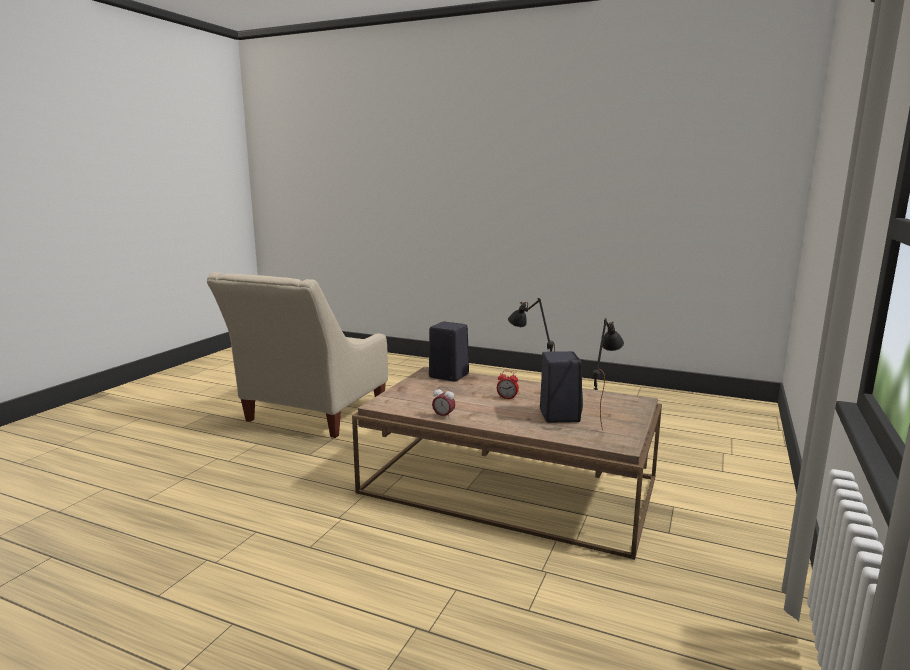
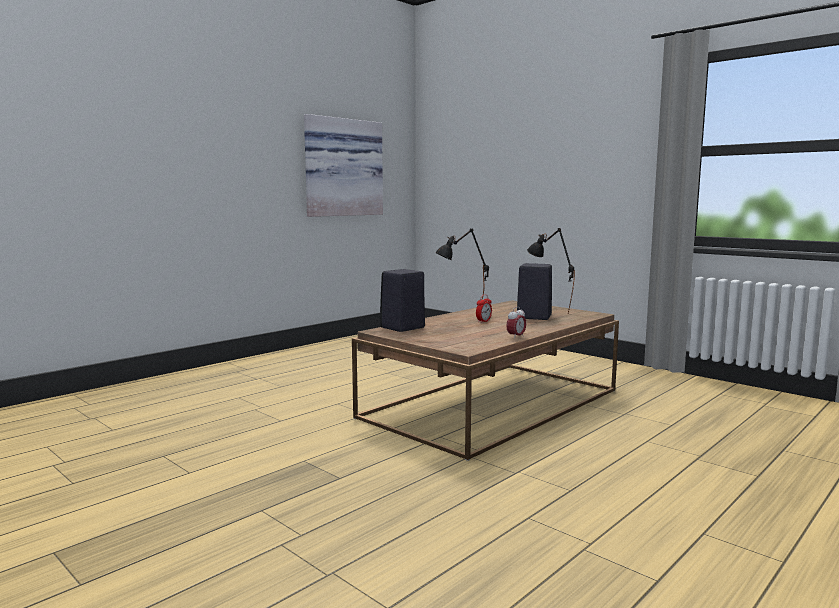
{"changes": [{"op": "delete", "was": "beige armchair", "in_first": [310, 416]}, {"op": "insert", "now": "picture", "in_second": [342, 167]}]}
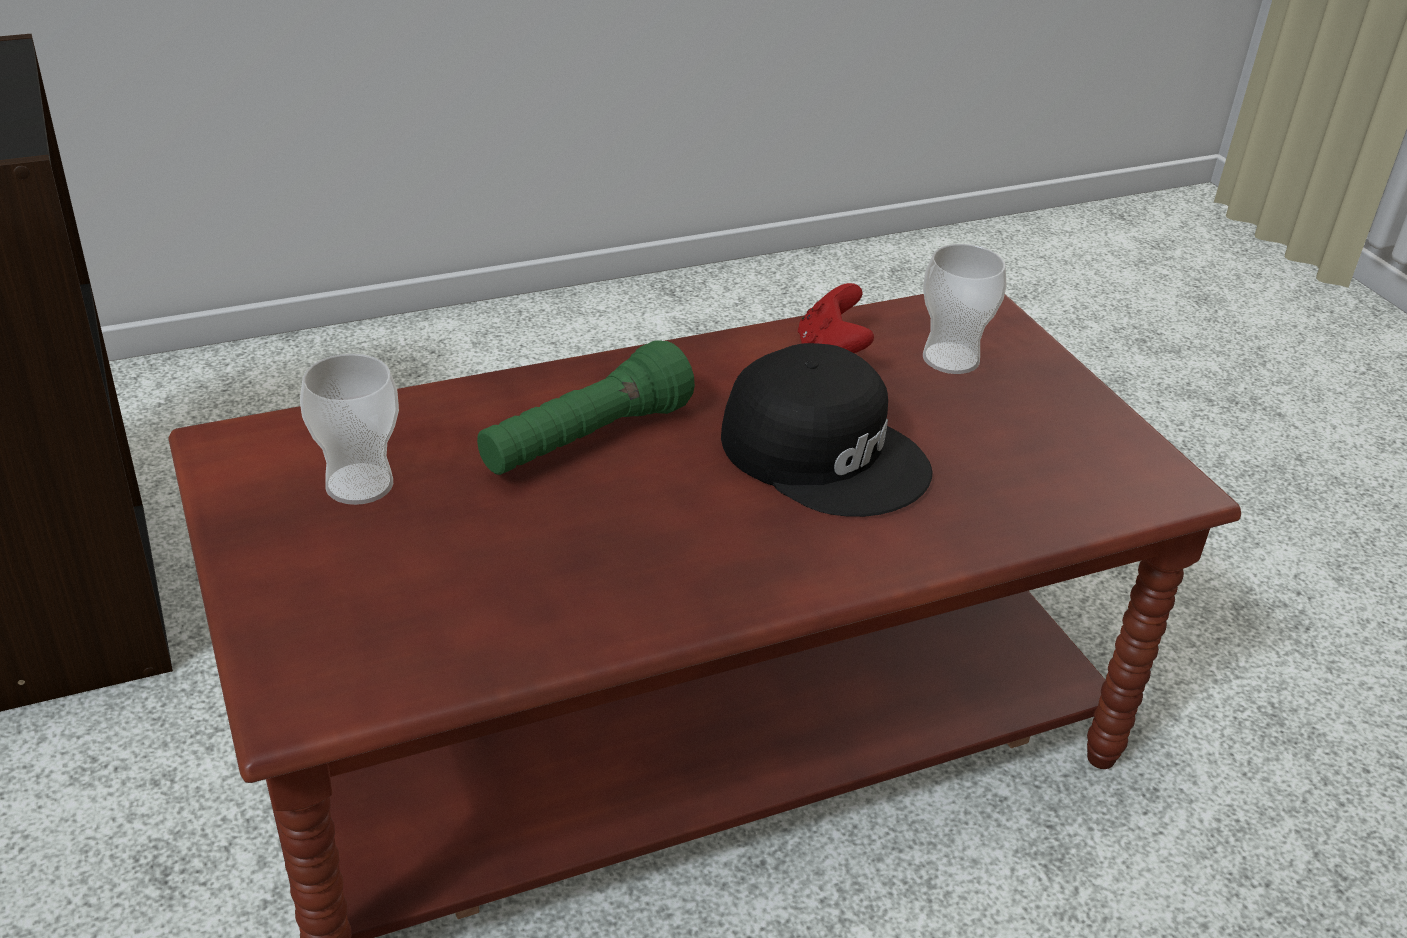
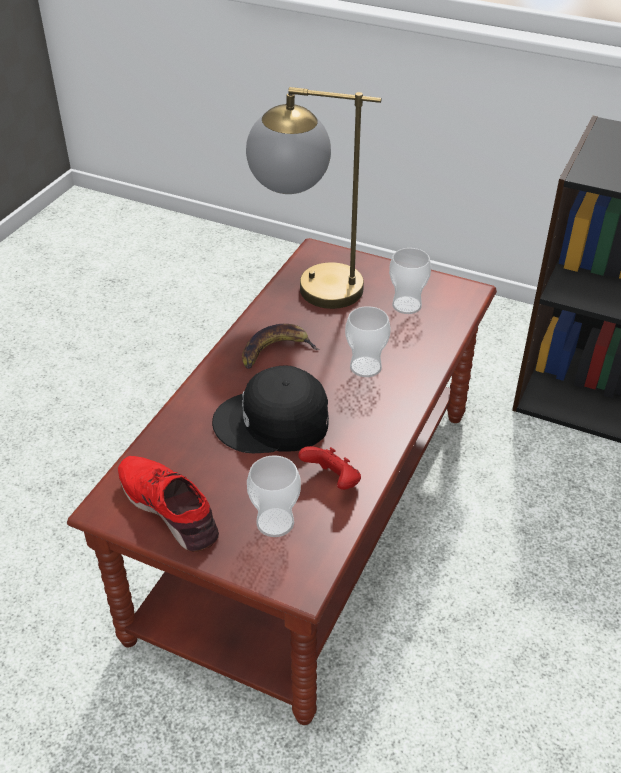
{"changes": [{"op": "replace", "was": "green flashlight", "now": "cup", "in_first": [585, 440], "in_second": [365, 367]}, {"op": "insert", "now": "red shoe", "in_second": [170, 508]}, {"op": "insert", "now": "banana", "in_second": [276, 351]}, {"op": "insert", "now": "table lamp", "in_second": [307, 286]}]}
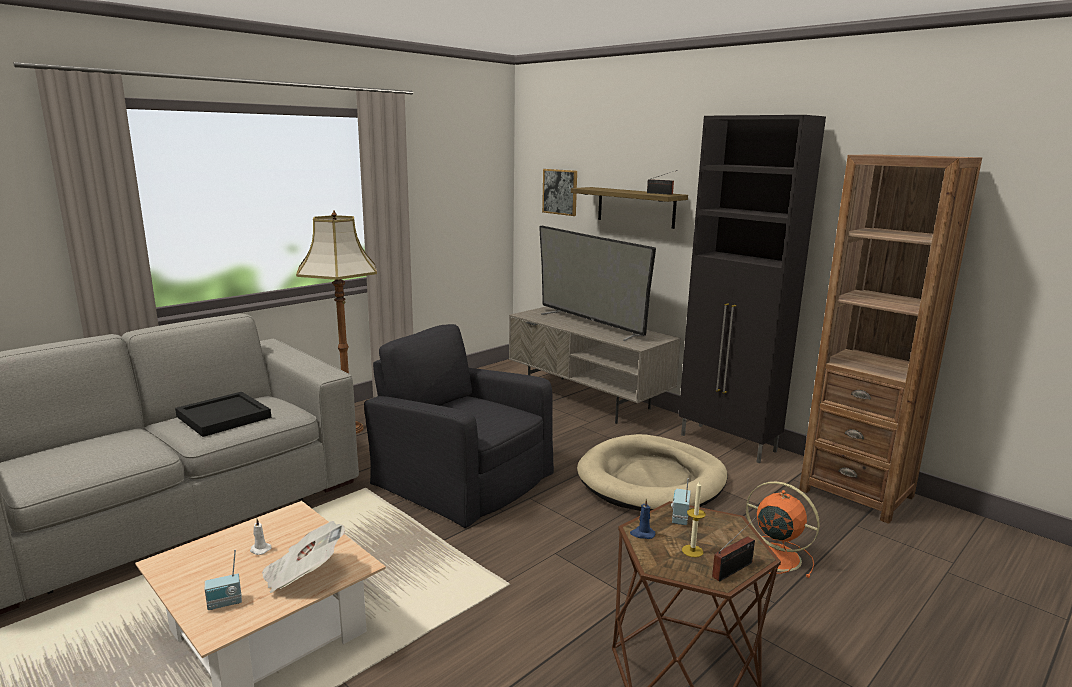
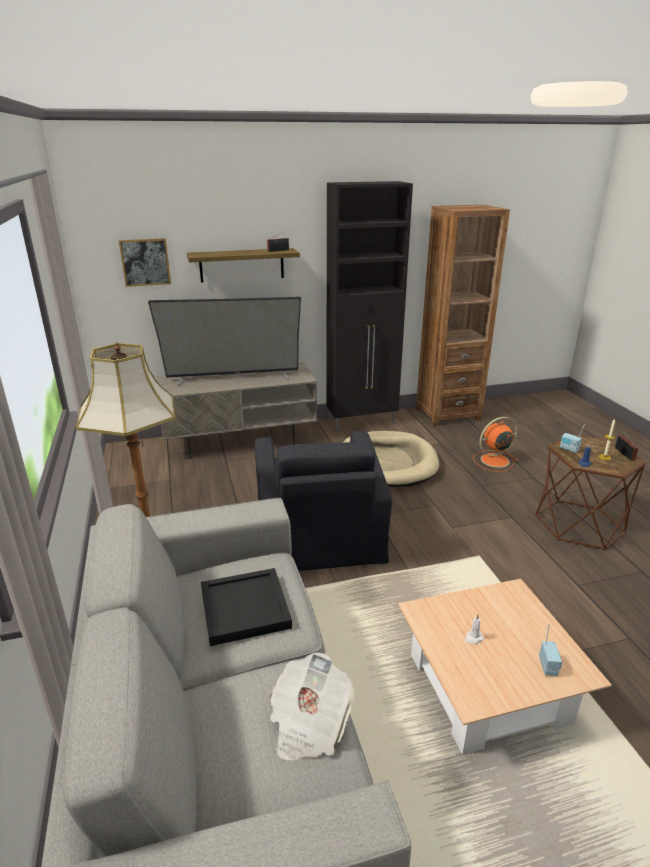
{"changes": [{"op": "move", "was": "newspaper", "in_first": [303, 574], "in_second": [309, 723]}, {"op": "rotate", "was": "black armchair", "in_first": [461, 477], "in_second": [319, 535], "clockwise": -75}]}
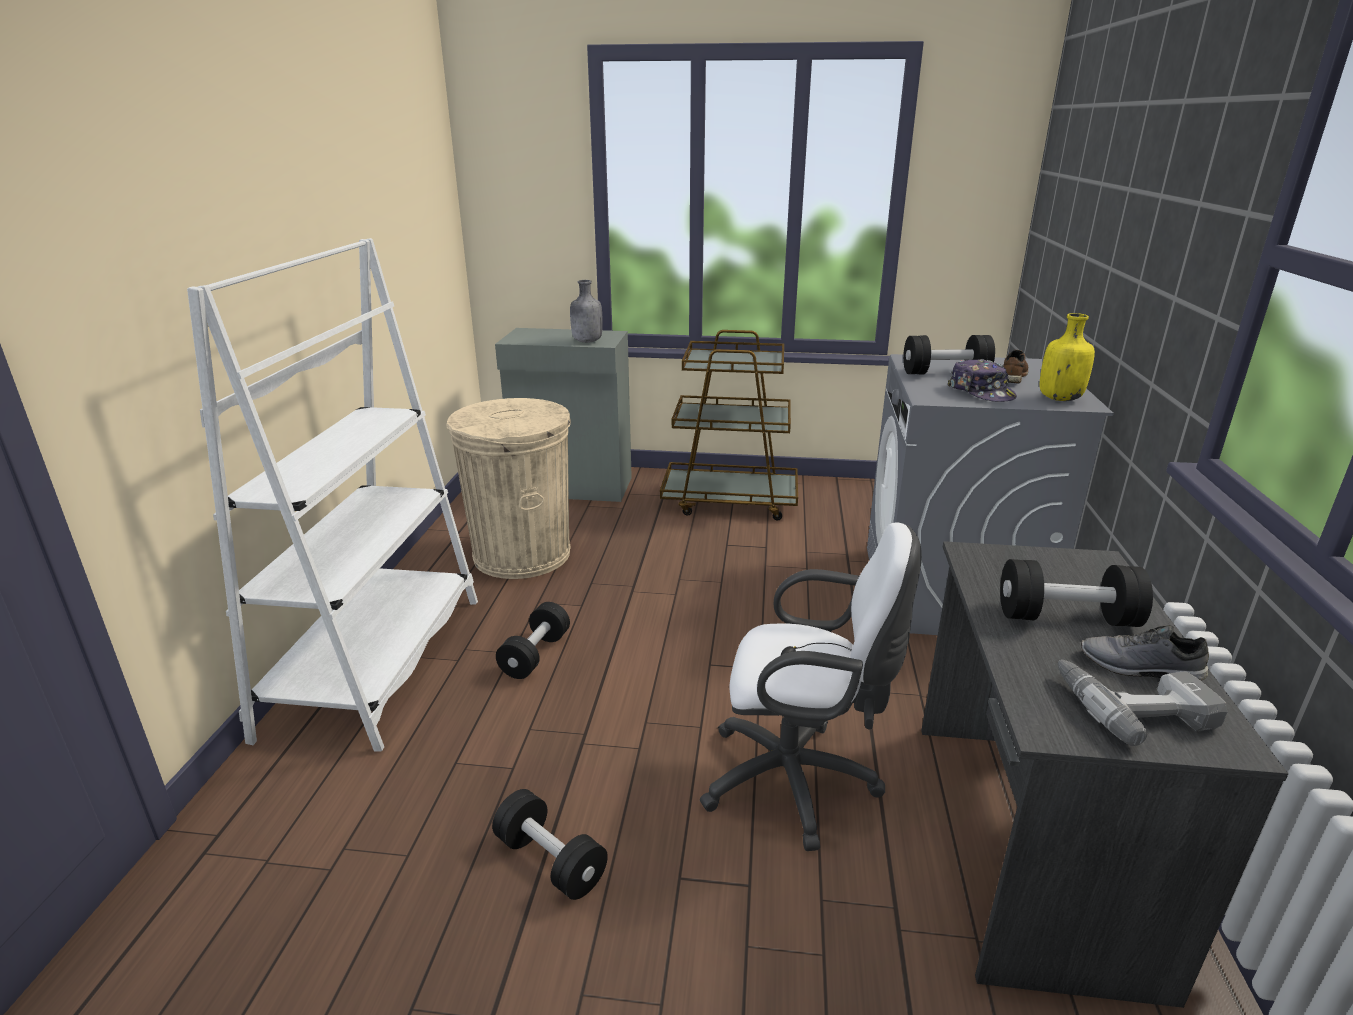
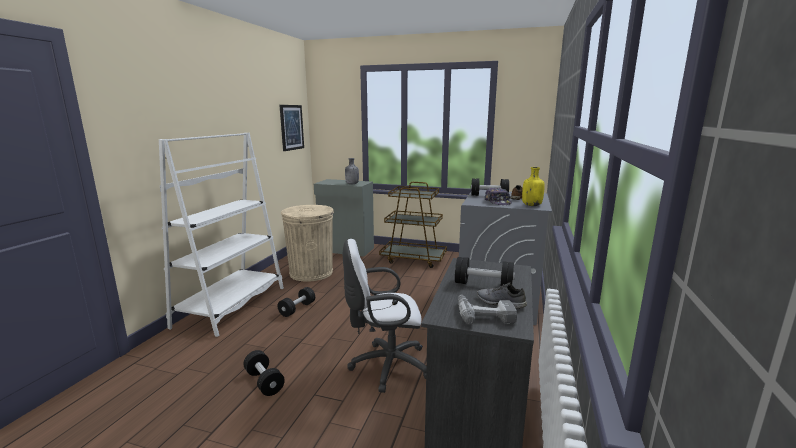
{"changes": [{"op": "rotate", "was": "white office chair", "in_first": [799, 782], "in_second": [385, 366], "clockwise": 150}, {"op": "insert", "now": "picture", "in_second": [291, 127]}]}
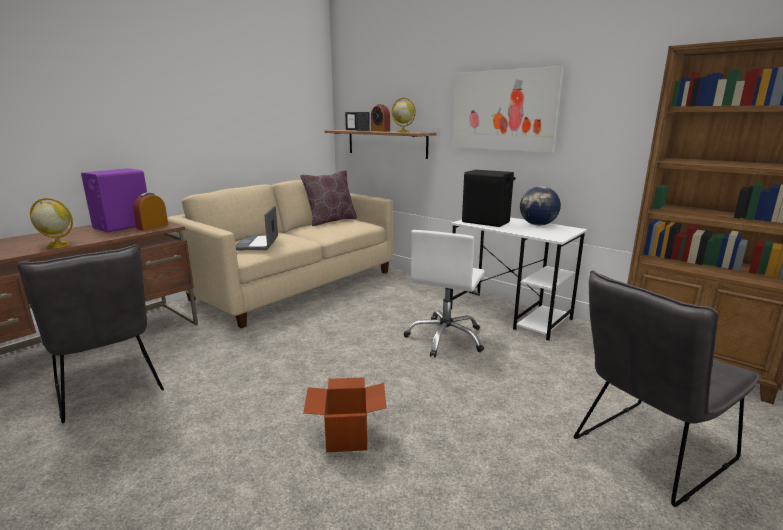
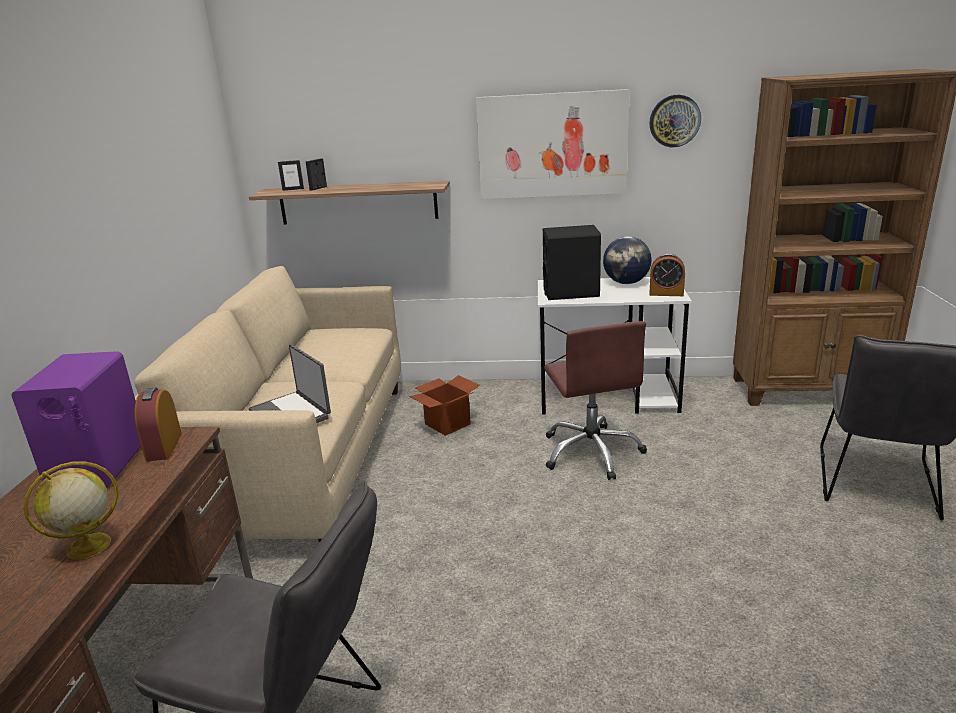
{"changes": [{"op": "delete", "was": "brown pillow", "in_first": [331, 221]}, {"op": "move", "was": "cardboard box", "in_first": [347, 437], "in_second": [447, 424]}, {"op": "move", "was": "alarm clock", "in_first": [380, 131], "in_second": [666, 293]}, {"op": "delete", "was": "globe", "in_first": [403, 132]}, {"op": "recolor", "was": "white office chair", "now": "brown office chair", "in_first": [446, 338], "in_second": [592, 452]}, {"op": "insert", "now": "wall clock", "in_second": [674, 121]}]}
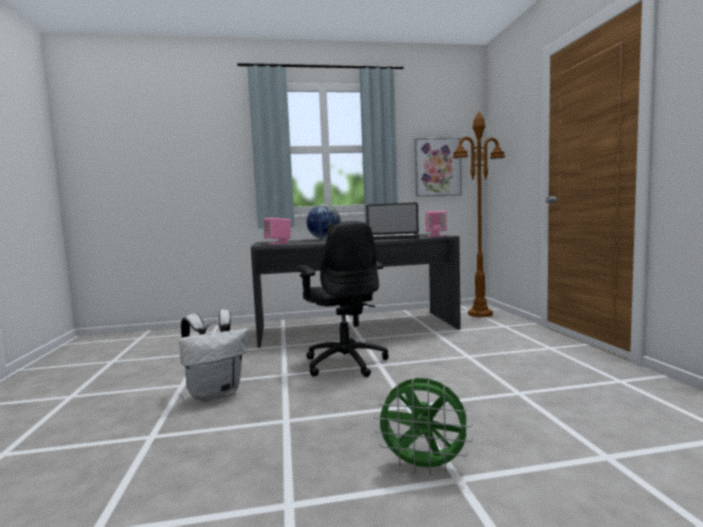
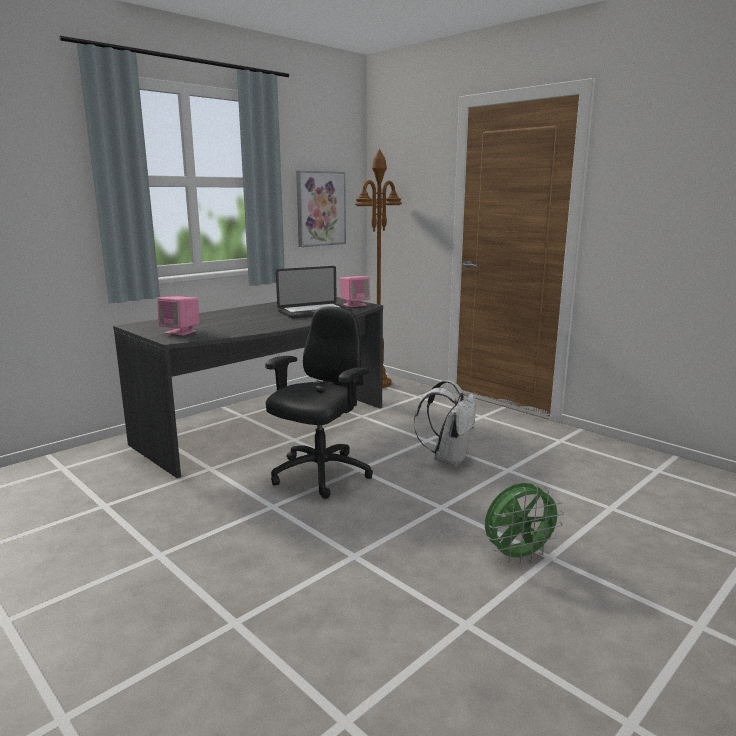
{"changes": [{"op": "move", "was": "white backpack", "in_first": [216, 394], "in_second": [448, 458]}, {"op": "rotate", "was": "black office chair", "in_first": [345, 363], "in_second": [320, 475], "clockwise": -90}, {"op": "delete", "was": "globe", "in_first": [324, 239]}]}
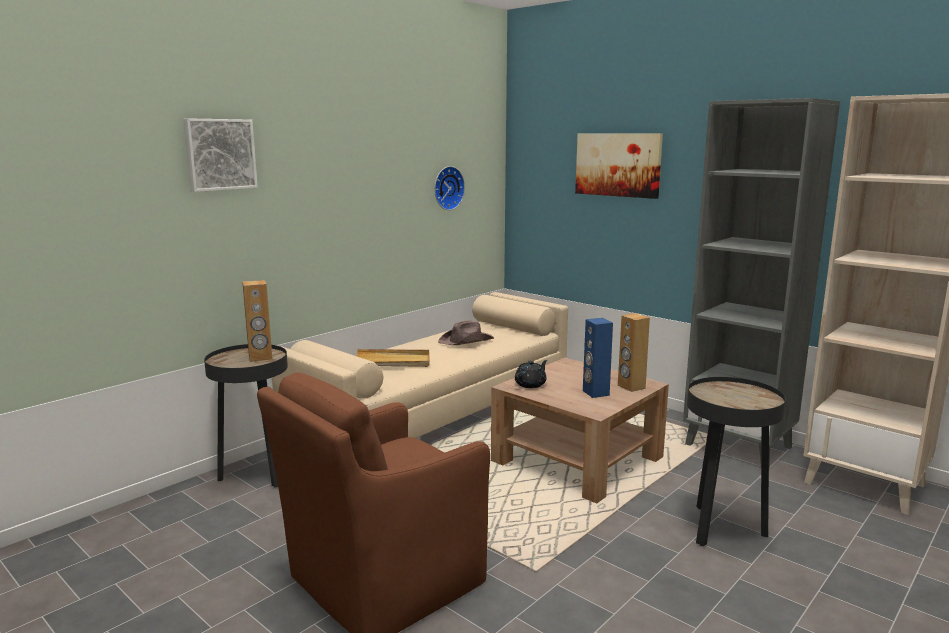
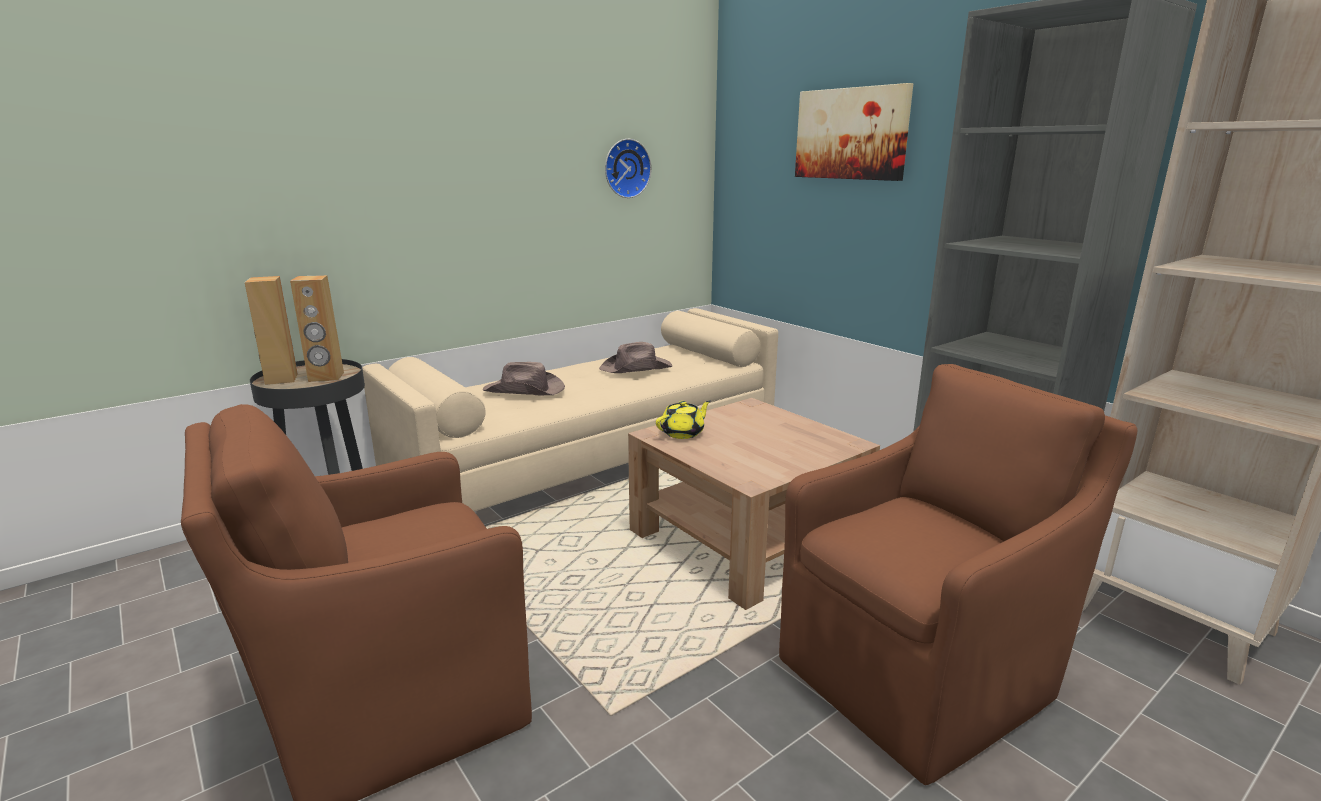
{"changes": [{"op": "delete", "was": "picture", "in_first": [219, 154]}, {"op": "replace", "was": "beige tray", "now": "brown hat", "in_first": [392, 361], "in_second": [525, 390]}, {"op": "recolor", "was": "black teapot", "now": "yellow teapot", "in_first": [531, 384], "in_second": [683, 433]}, {"op": "delete", "was": "blue speaker", "in_first": [595, 393]}, {"op": "move", "was": "brown speaker", "in_first": [631, 387], "in_second": [281, 379]}, {"op": "replace", "was": "black side table", "now": "brown armchair", "in_first": [722, 529], "in_second": [920, 675]}]}
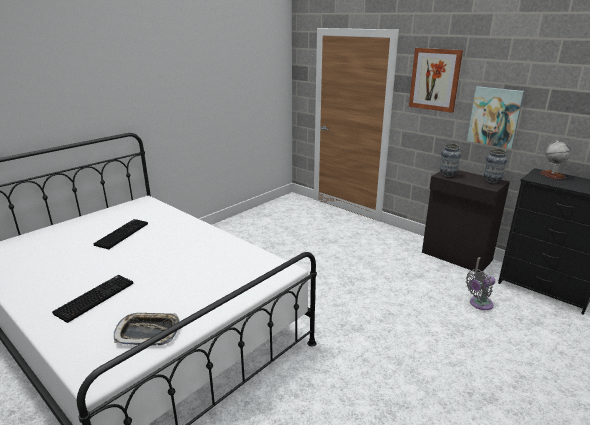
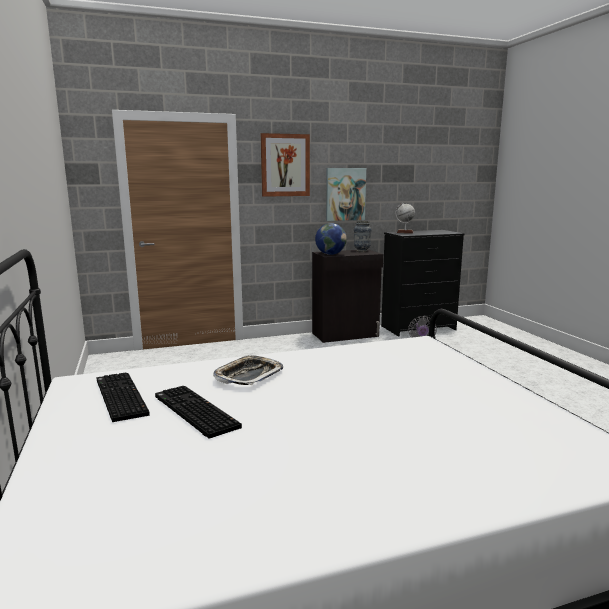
{"changes": [{"op": "move", "was": "keyboard", "in_first": [95, 297], "in_second": [119, 397]}, {"op": "move", "was": "tray", "in_first": [148, 332], "in_second": [248, 375]}, {"op": "replace", "was": "vase", "now": "globe", "in_first": [447, 175], "in_second": [330, 254]}]}
